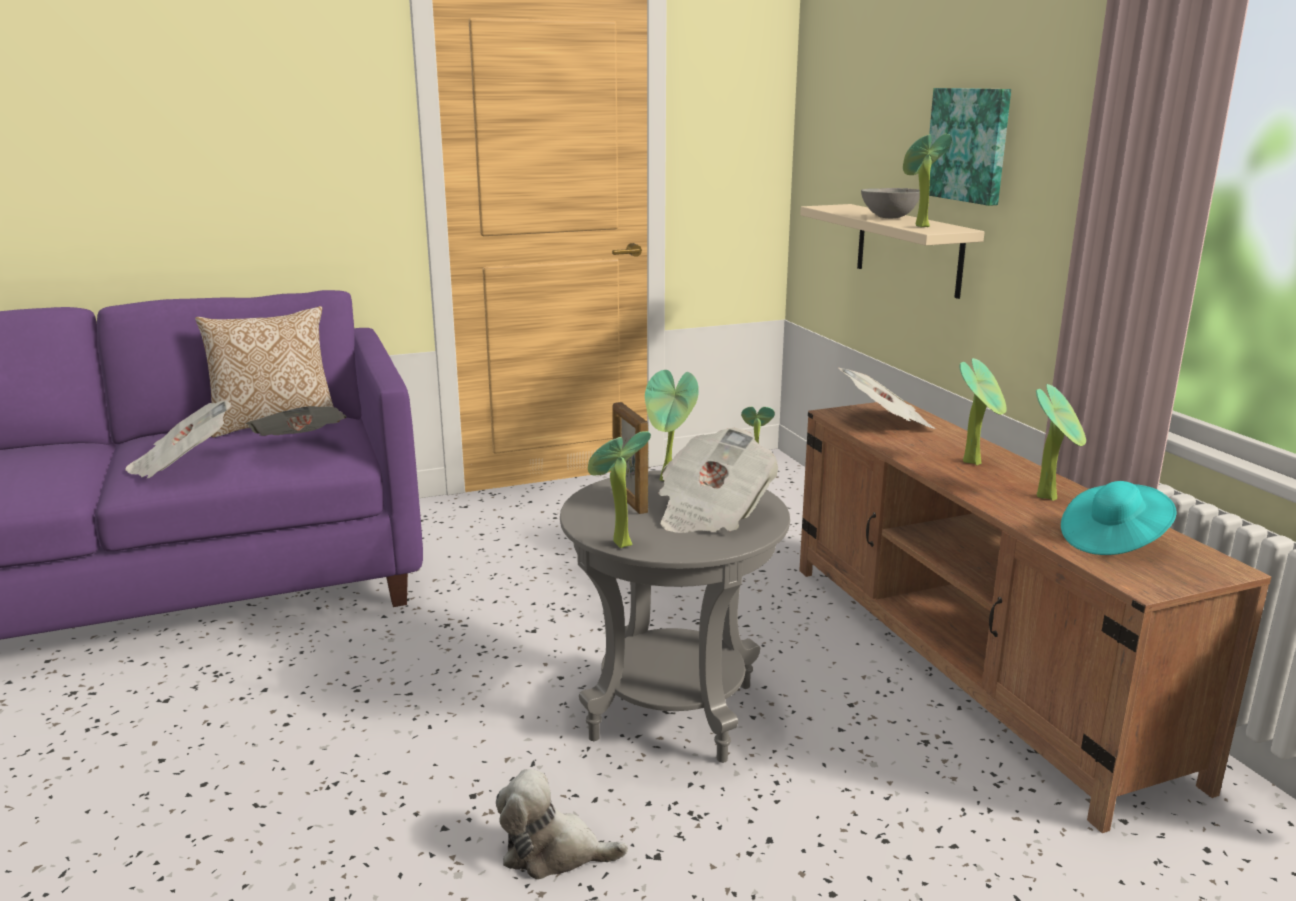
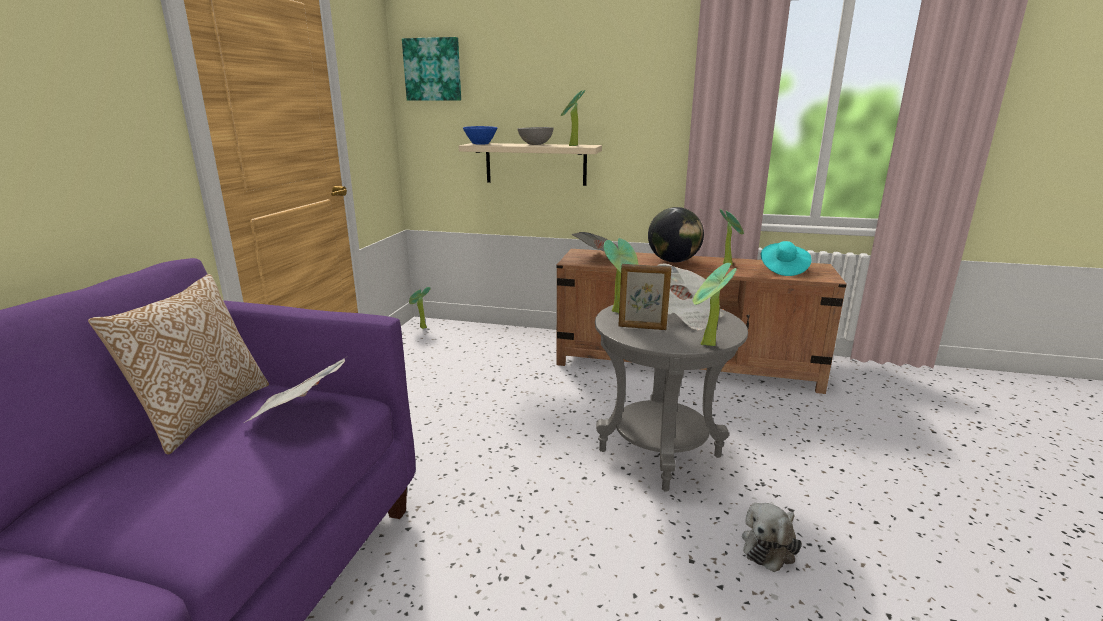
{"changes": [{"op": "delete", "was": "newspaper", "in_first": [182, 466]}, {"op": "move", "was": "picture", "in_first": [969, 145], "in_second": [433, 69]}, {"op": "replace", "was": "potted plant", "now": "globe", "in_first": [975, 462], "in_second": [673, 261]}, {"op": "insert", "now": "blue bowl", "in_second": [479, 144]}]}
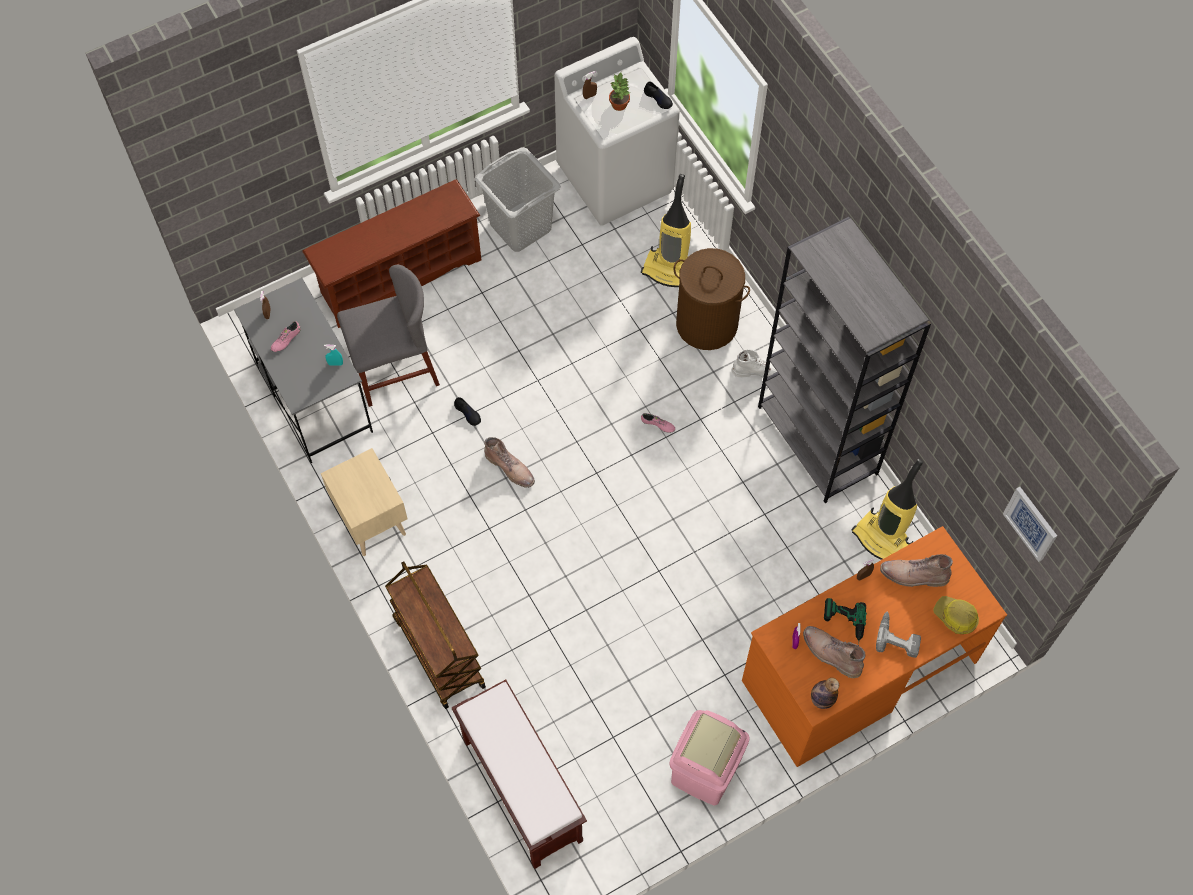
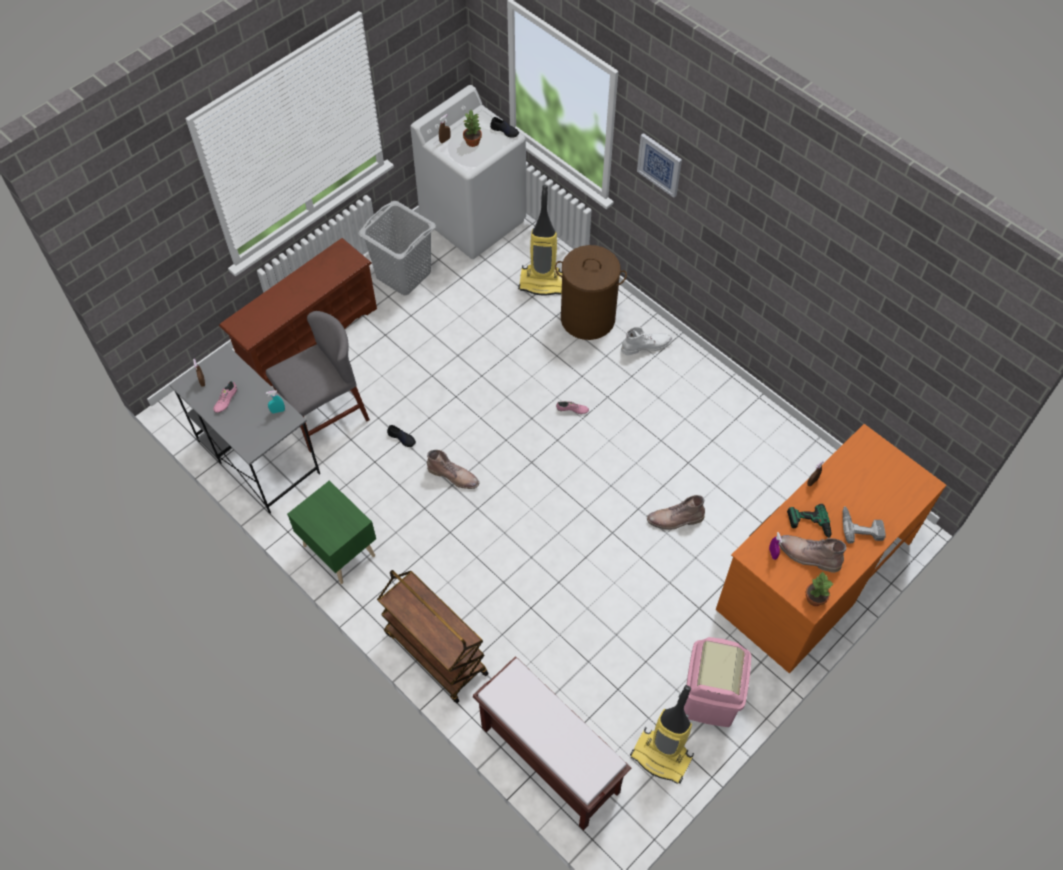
{"changes": [{"op": "recolor", "was": "beige nightstand", "now": "green nightstand", "in_first": [371, 518], "in_second": [339, 549]}, {"op": "delete", "was": "grey bookcase", "in_first": [818, 440]}, {"op": "replace", "was": "bottle", "now": "potted plant", "in_first": [821, 699], "in_second": [814, 598]}, {"op": "move", "was": "vacuum cleaner", "in_first": [882, 538], "in_second": [662, 756]}, {"op": "move", "was": "brown boot", "in_first": [913, 575], "in_second": [675, 520]}, {"op": "delete", "was": "hard hat", "in_first": [955, 617]}, {"op": "move", "was": "picture", "in_first": [1031, 523], "in_second": [660, 164]}]}
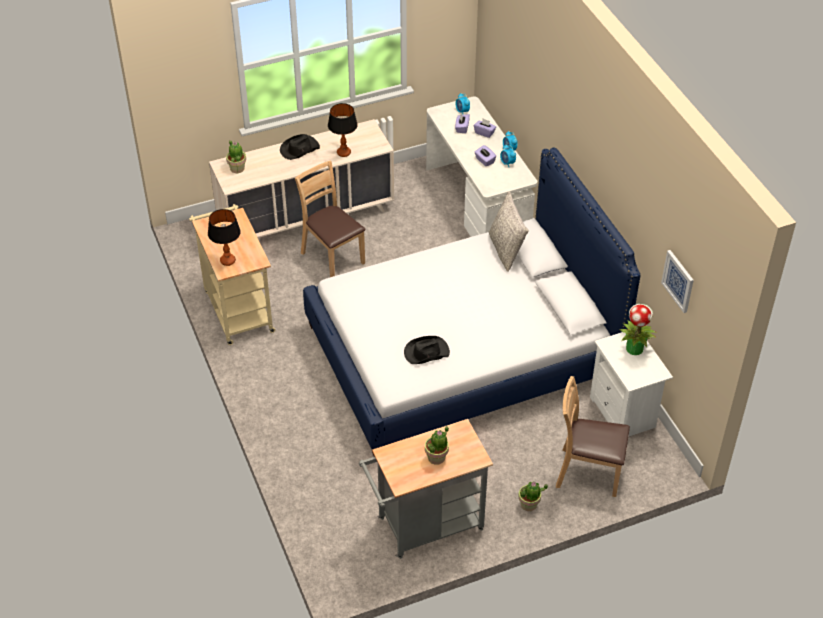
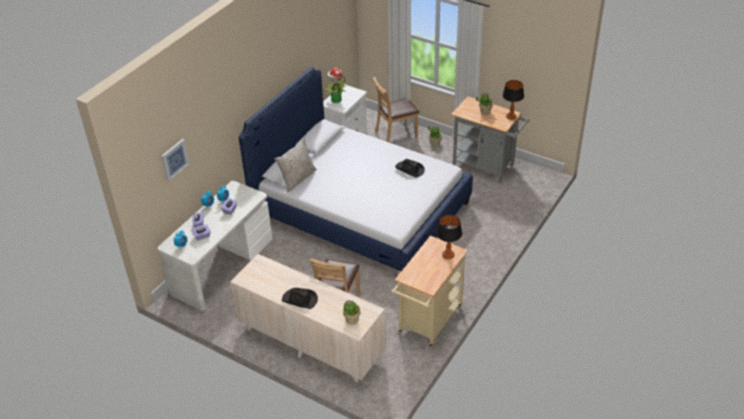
{"changes": [{"op": "move", "was": "table lamp", "in_first": [343, 153], "in_second": [511, 117]}, {"op": "rotate", "was": "brown chair", "in_first": [587, 473], "in_second": [396, 135], "clockwise": 90}, {"op": "move", "was": "picture", "in_first": [678, 281], "in_second": [174, 159]}]}
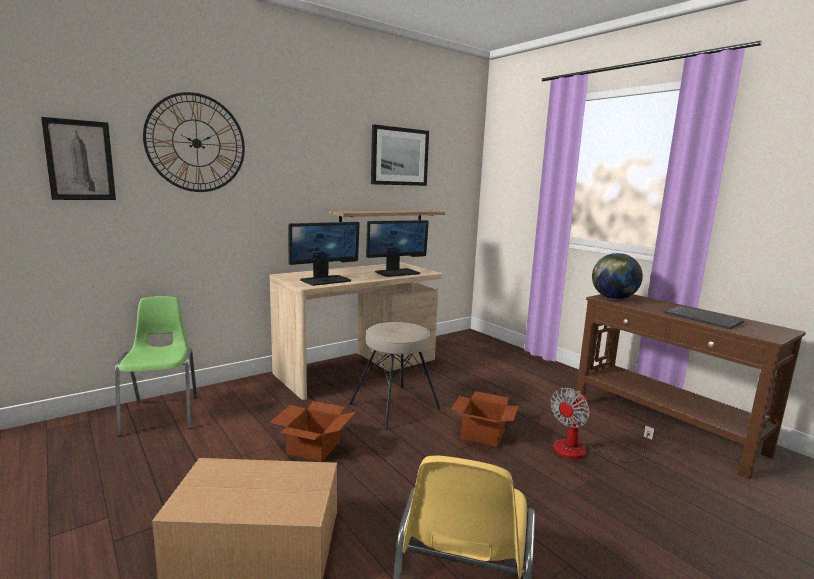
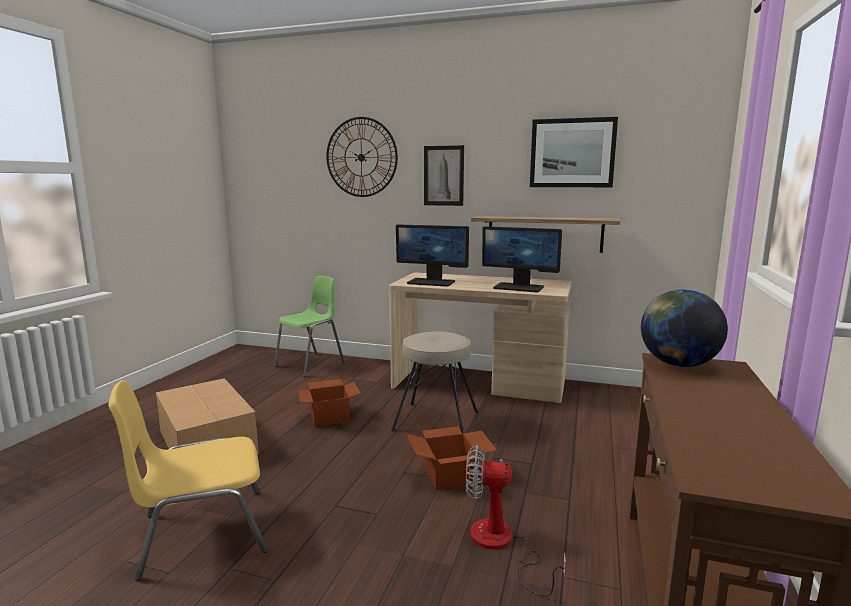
{"changes": [{"op": "move", "was": "picture", "in_first": [80, 160], "in_second": [443, 175]}, {"op": "delete", "was": "keyboard", "in_first": [704, 318]}]}
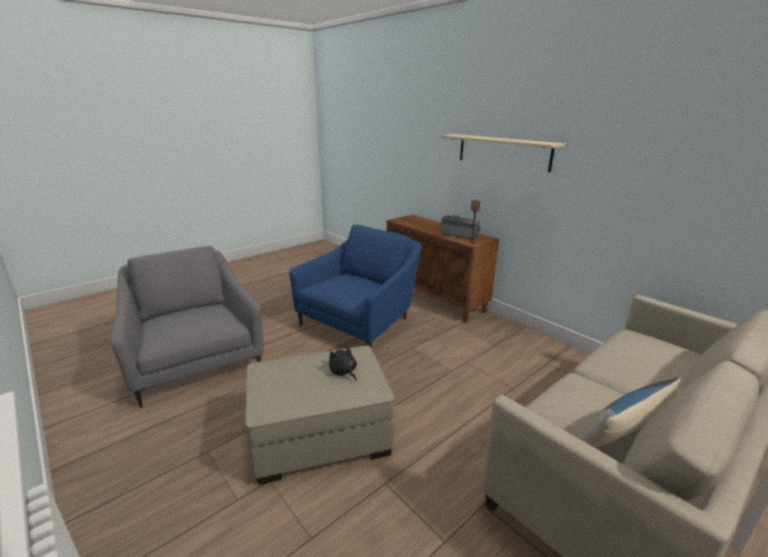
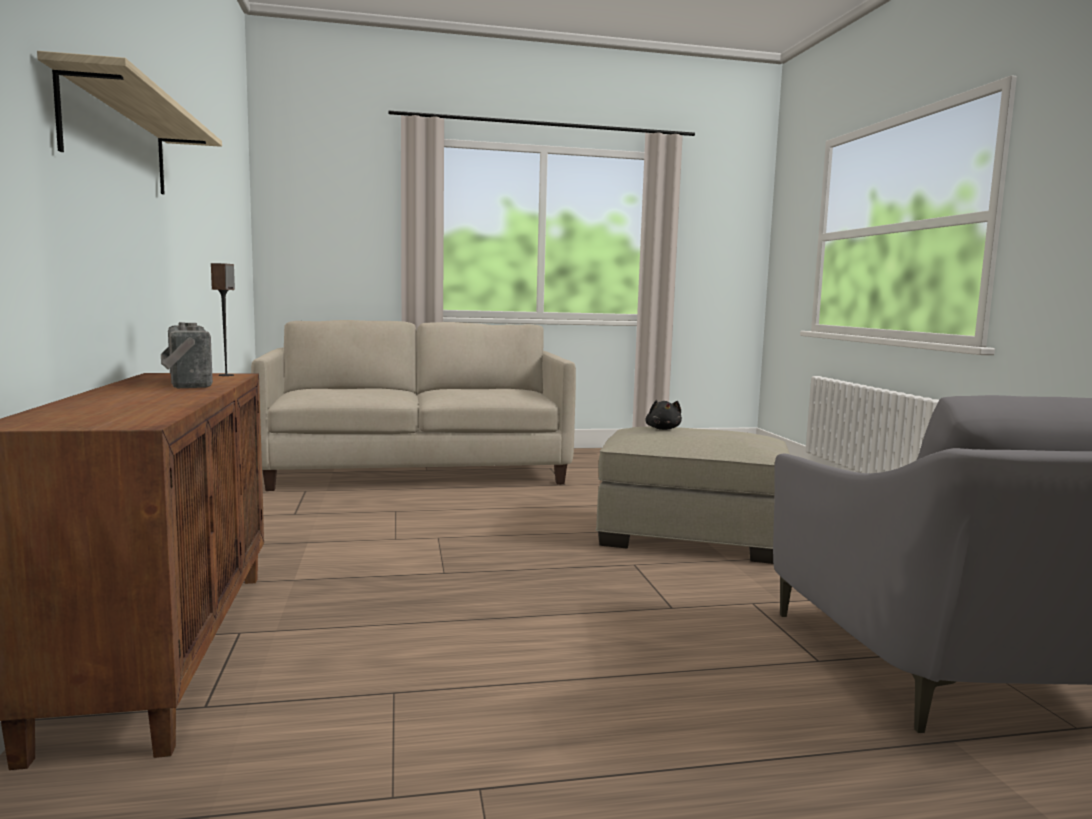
{"changes": [{"op": "delete", "was": "blue armchair", "in_first": [361, 322]}, {"op": "delete", "was": "pillow", "in_first": [621, 436]}]}
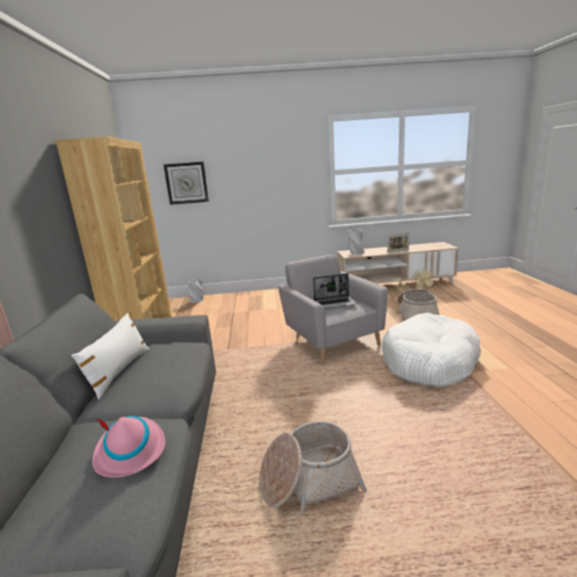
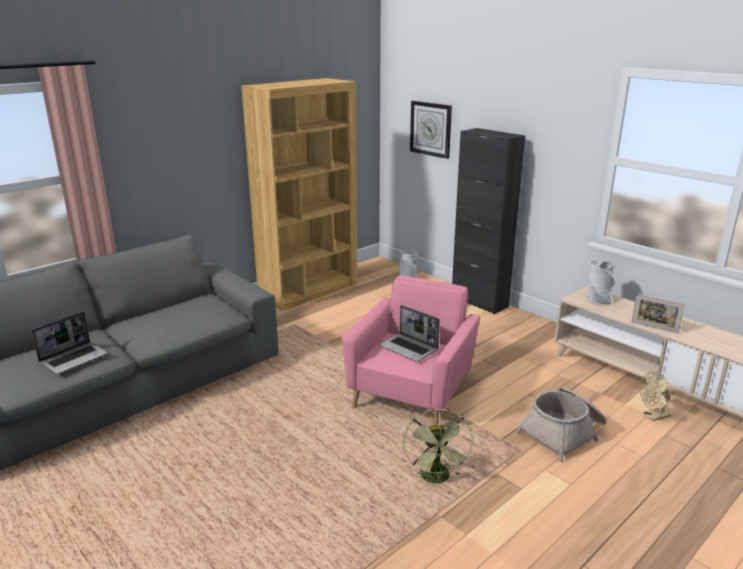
{"changes": [{"op": "delete", "was": "white pillow", "in_first": [119, 371]}, {"op": "replace", "was": "pink hat", "now": "laptop", "in_first": [130, 450], "in_second": [74, 358]}, {"op": "delete", "was": "basket", "in_first": [309, 480]}, {"op": "recolor", "was": "grey armchair", "now": "pink armchair", "in_first": [332, 341], "in_second": [411, 394]}, {"op": "replace", "was": "white dog bed", "now": "green fan", "in_first": [429, 361], "in_second": [437, 479]}, {"op": "insert", "now": "black cabinet", "in_second": [479, 302]}]}
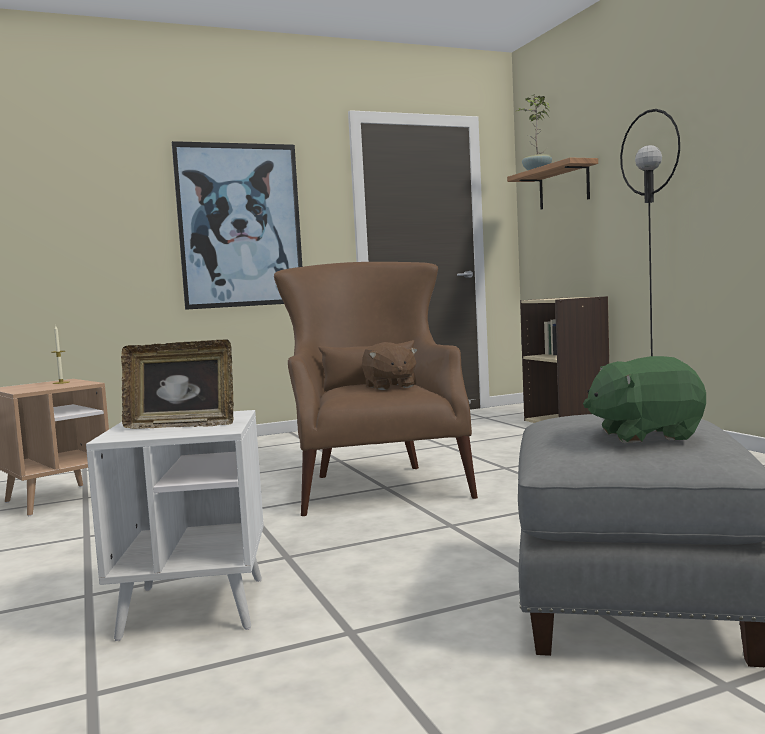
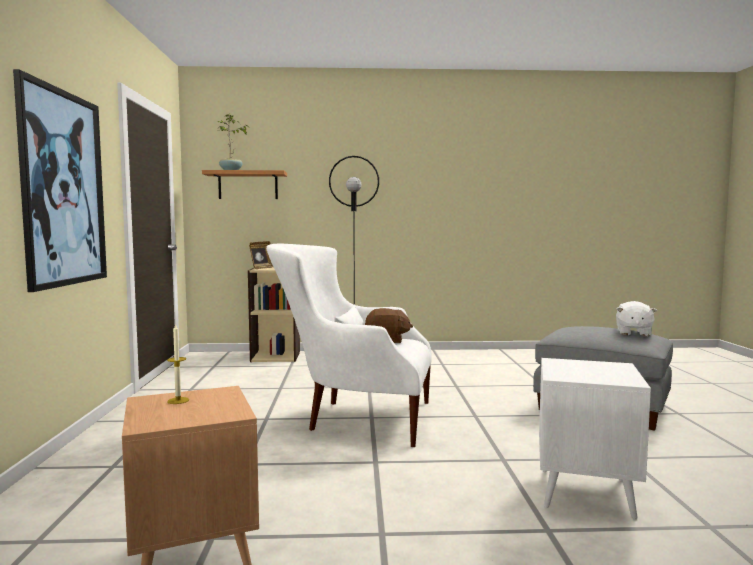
{"changes": [{"op": "move", "was": "picture frame", "in_first": [181, 425], "in_second": [262, 268]}, {"op": "recolor", "was": "brown armchair", "now": "white armchair", "in_first": [375, 482], "in_second": [352, 417]}, {"op": "recolor", "was": "green plush toy", "now": "white plush toy", "in_first": [645, 435], "in_second": [633, 333]}]}
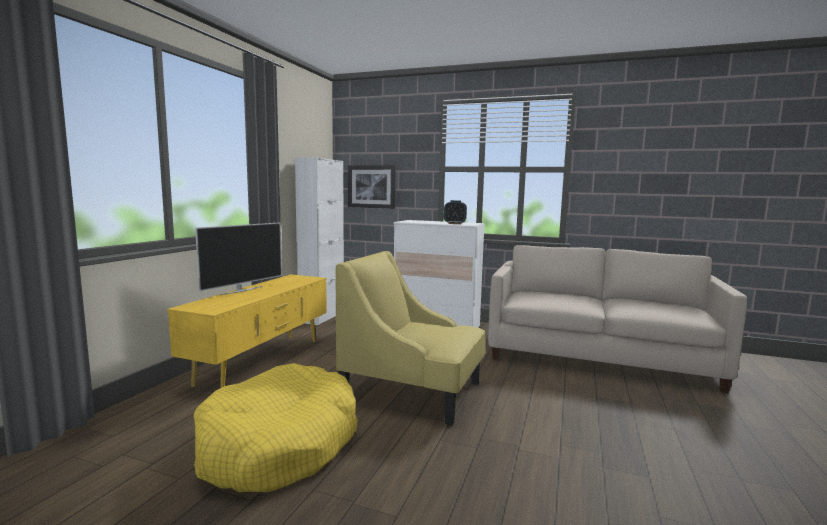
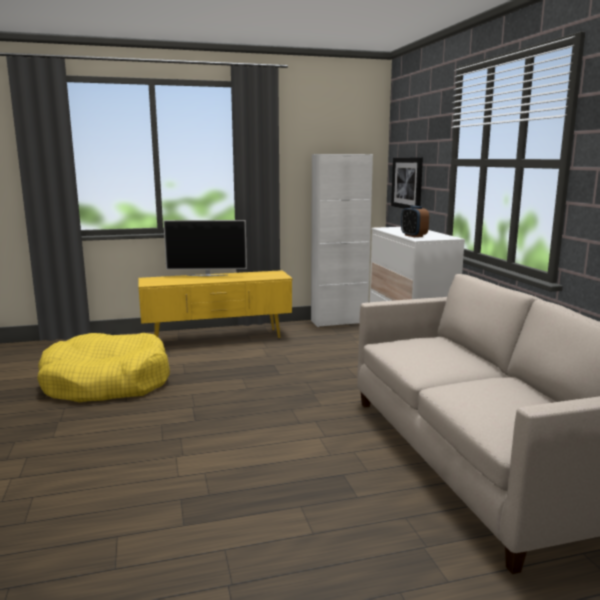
{"changes": [{"op": "delete", "was": "yellow armchair", "in_first": [413, 391]}]}
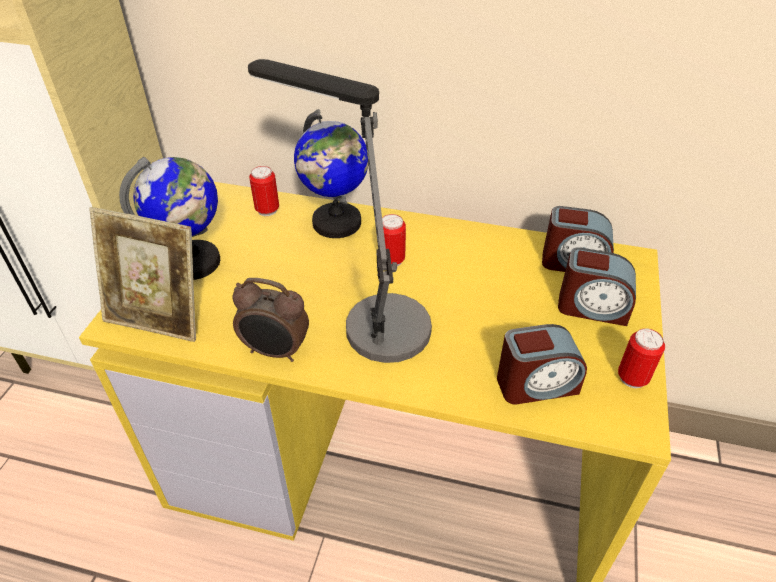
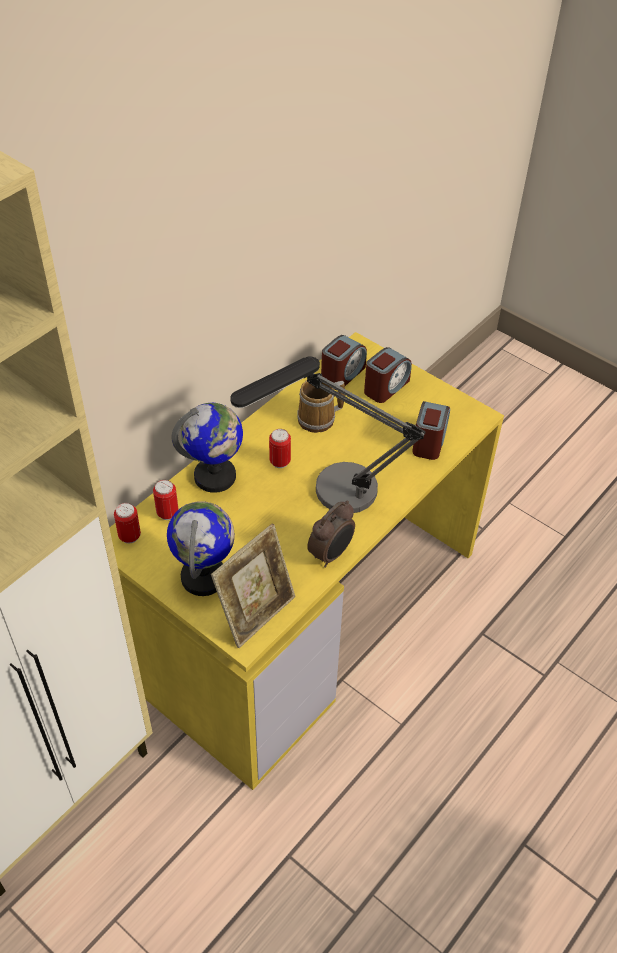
{"changes": [{"op": "move", "was": "can", "in_first": [632, 378], "in_second": [129, 536]}, {"op": "insert", "now": "mug", "in_second": [319, 419]}]}
